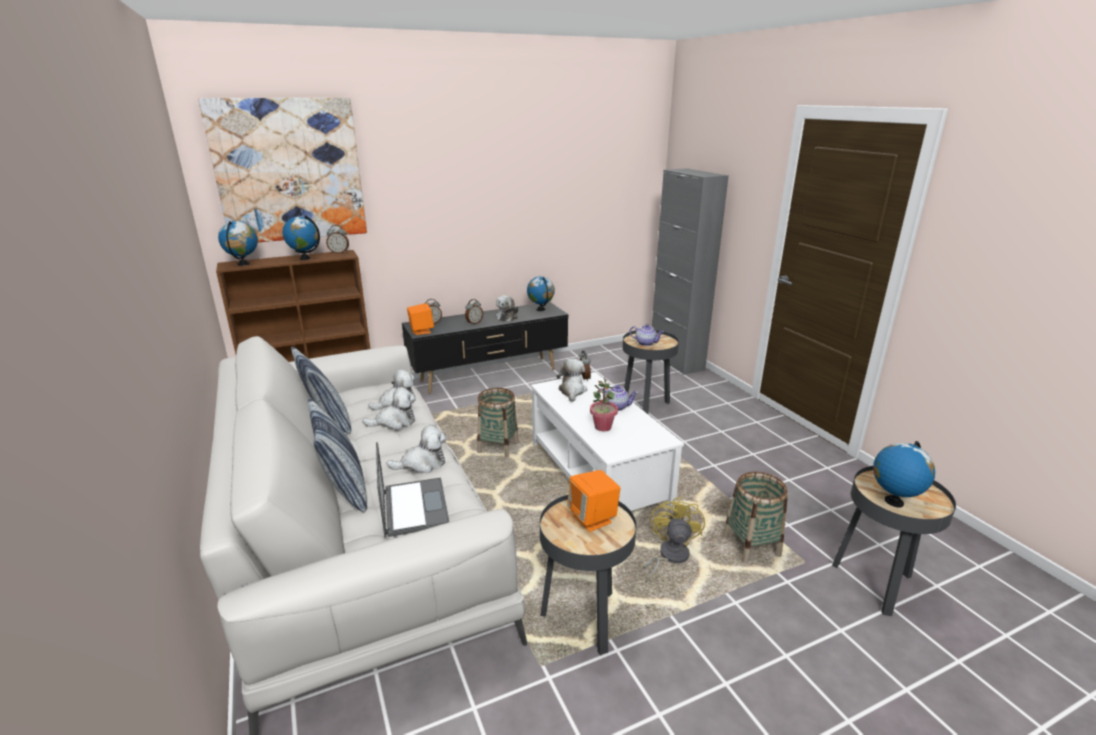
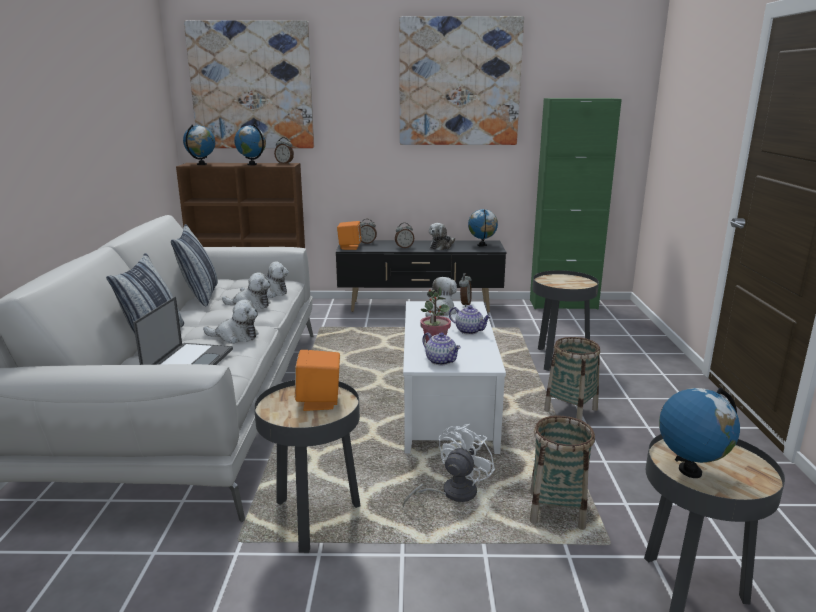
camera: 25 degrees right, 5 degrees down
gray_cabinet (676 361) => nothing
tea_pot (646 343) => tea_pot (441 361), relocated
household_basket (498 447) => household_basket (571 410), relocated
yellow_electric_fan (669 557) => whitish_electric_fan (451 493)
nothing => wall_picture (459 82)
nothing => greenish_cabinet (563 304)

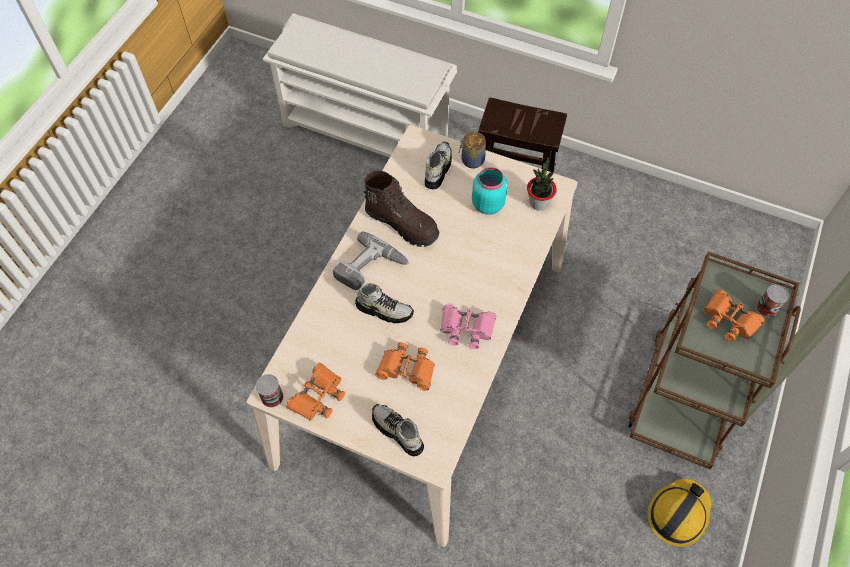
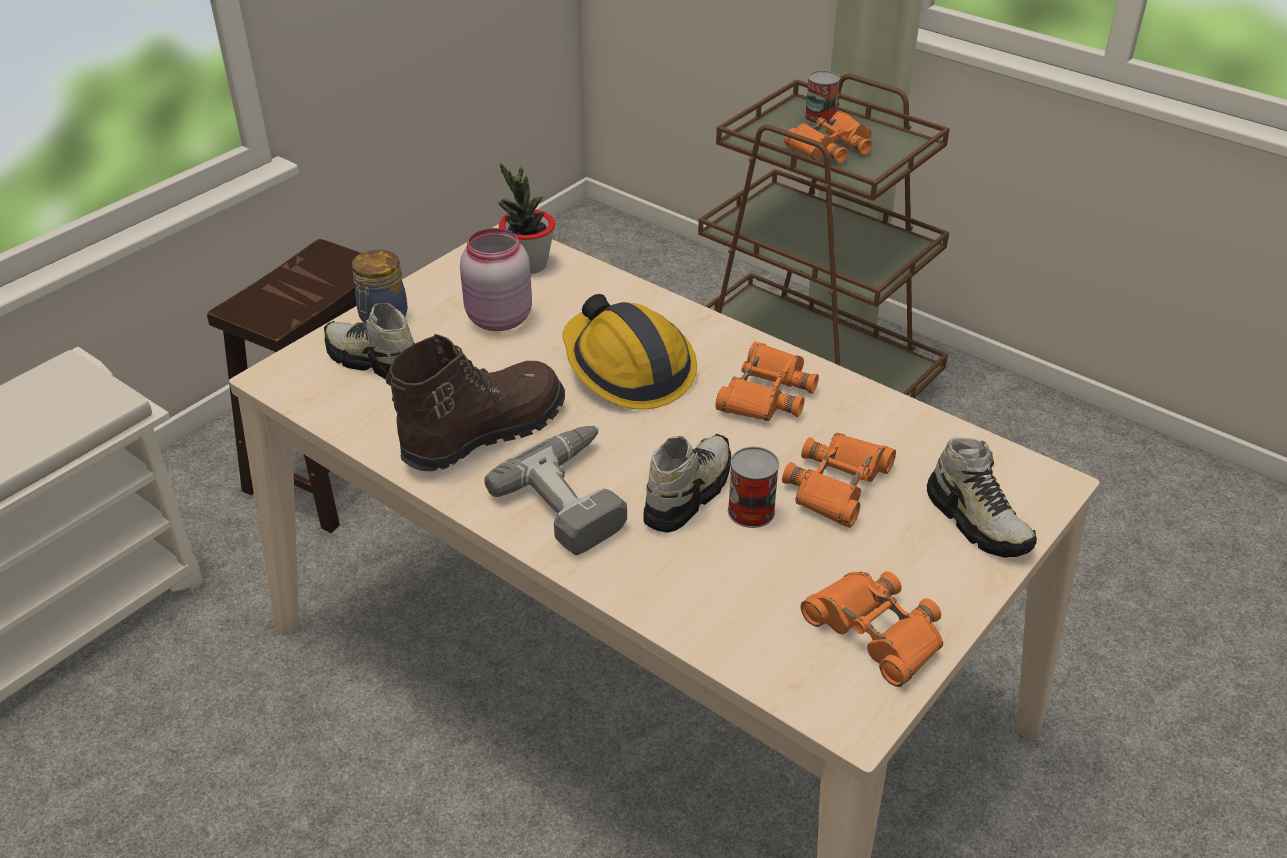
camera: 75 degrees left, 20 degrees down
blue-green_storage_jar (487 204) => pink_storage_jar (497 319)
pink_field_glasses (466 328) => orangey_field_glasses (766 393)
can (272 397) => can (751 511), relocated
low_shoe (397 432) => low_shoe (978 522), 90 degrees counterclockwise
safety_helmet (677 514) => safety_helmet (627 368), relocated

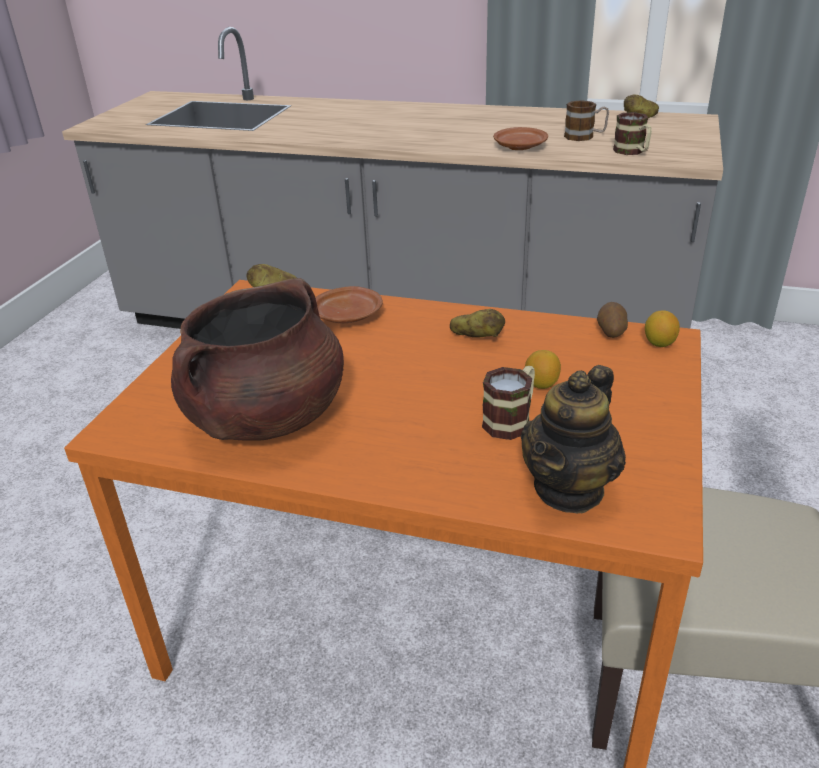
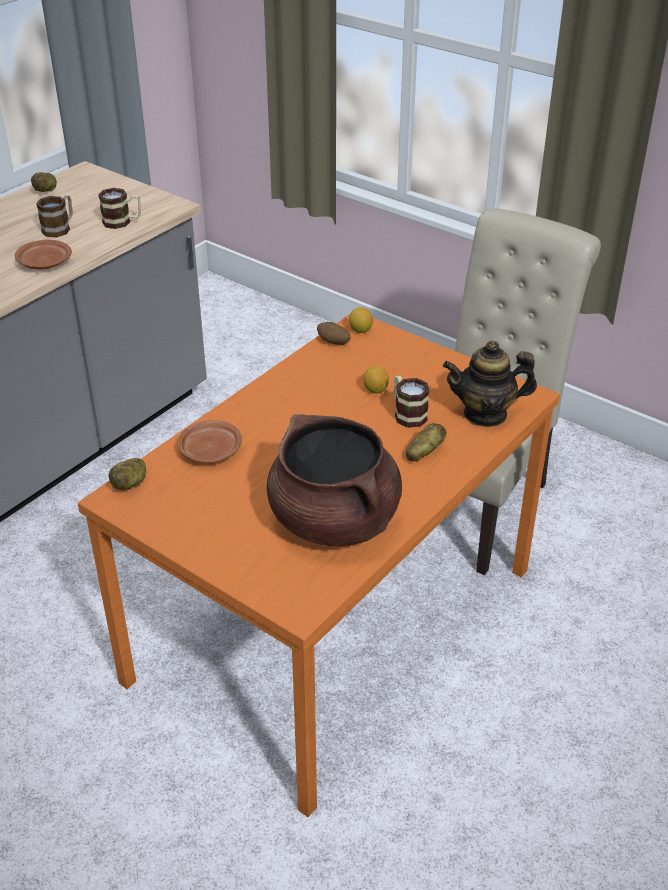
camera: 70 degrees left, 5 degrees up
spud (477 337) => spud (424 453), relocated
tea_pot (569 489) => tea_pot (485 414), 120 degrees clockwise

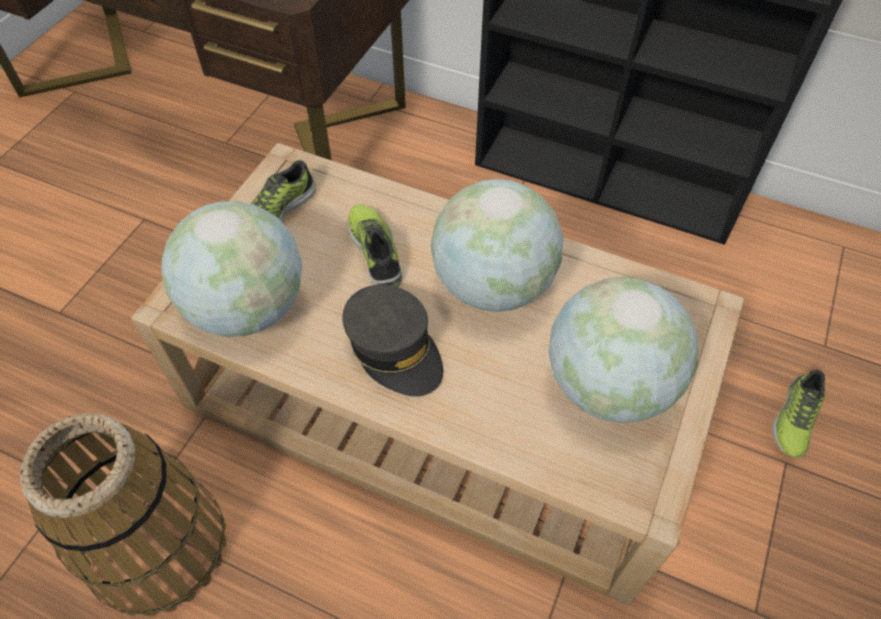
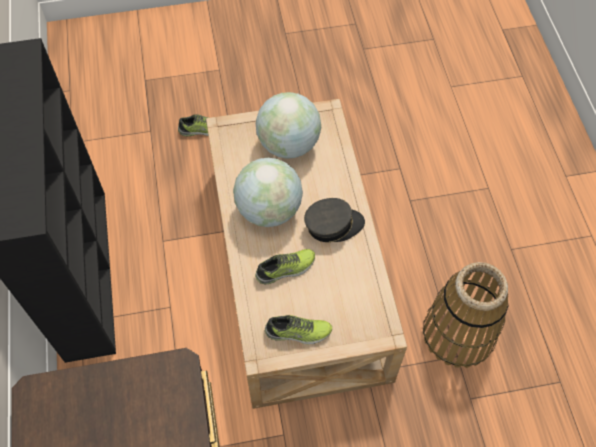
camera: 125 degrees left, 5 degrees up
world_globe (248 308) => nothing
low_shoe (376 252) => low_shoe (286 269), 150 degrees counterclockwise
gray_cap (395 349) => gray_cap (333 225), 60 degrees clockwise

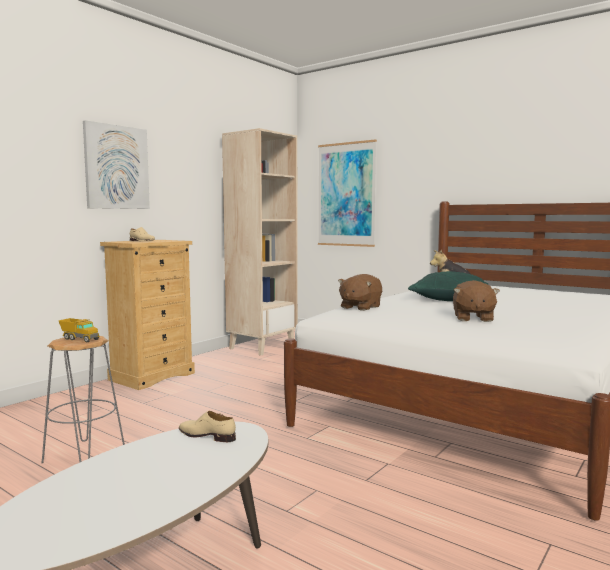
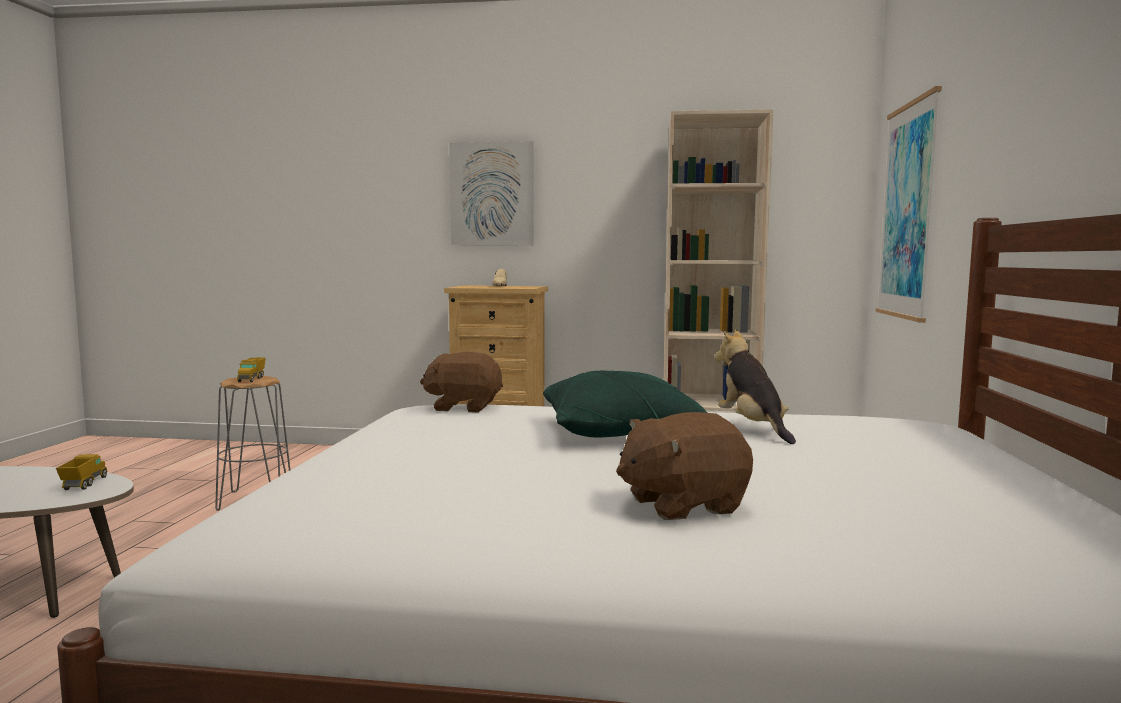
camera: 60 degrees right, 0 degrees up
brown-coloured_cuddly_toy (472 318) => brown-coloured_cuddly_toy (682 504), relocated
beige-coloured_low_shoe (207 436) => model_truck (84 484)

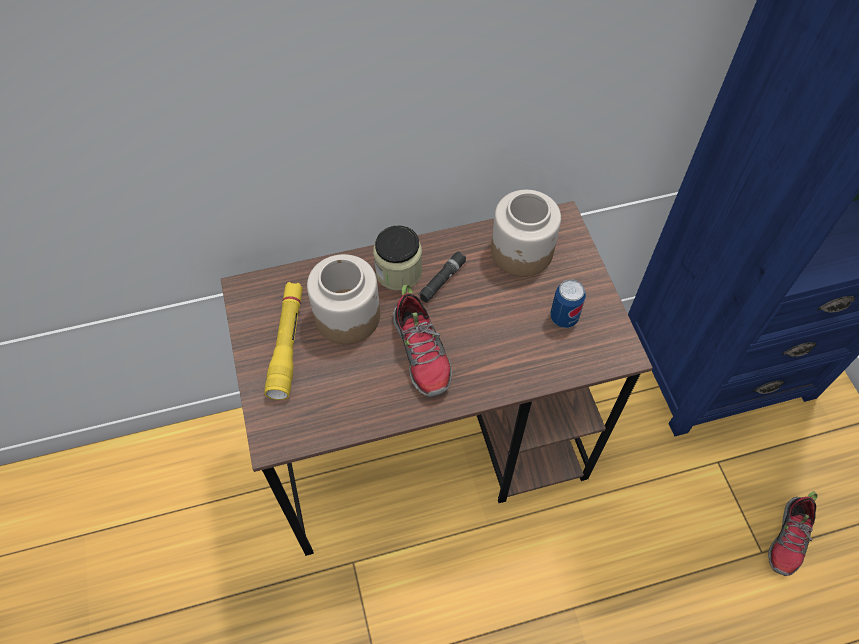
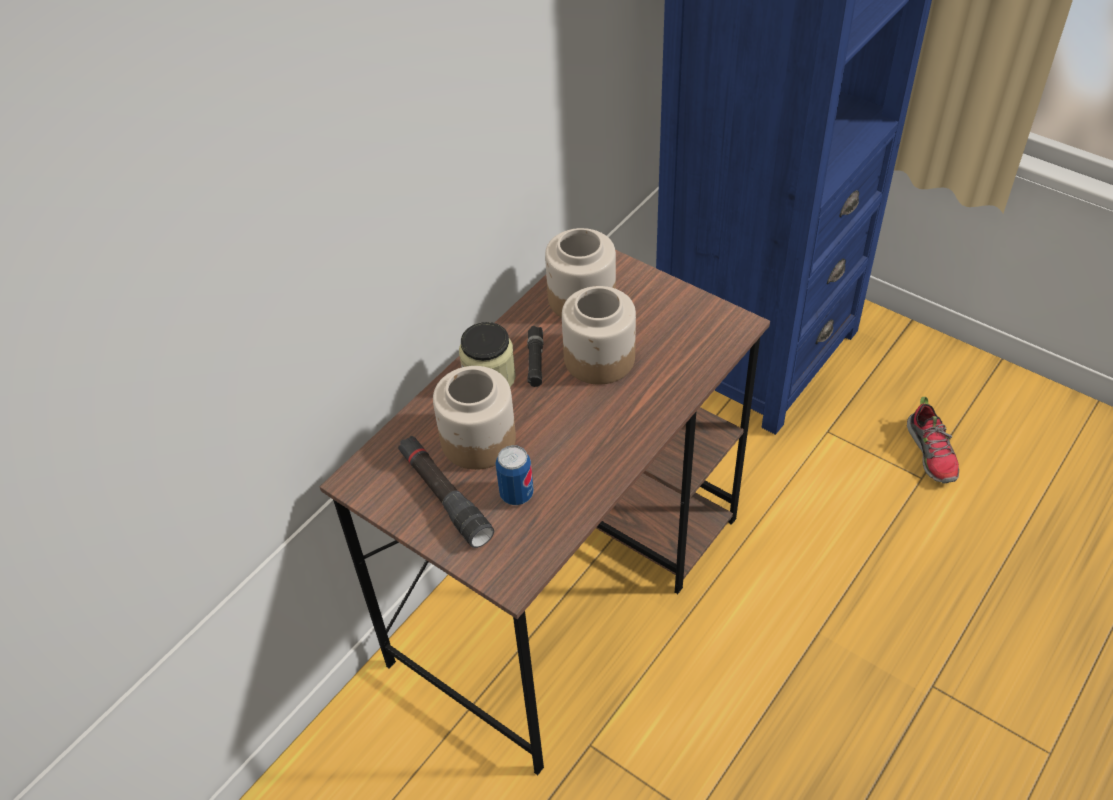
camera: 35 degrees left, 10 degrees down
can (564 317) => can (516 494), relocated
yellow_hand_torch (287 344) => black_hand_torch (445 497)
low_shoe (422 352) => nothing
nothing => storage_jar (600 358)

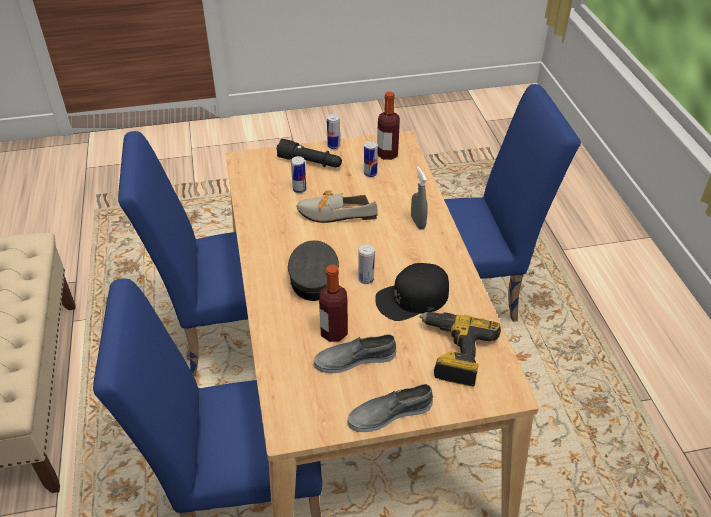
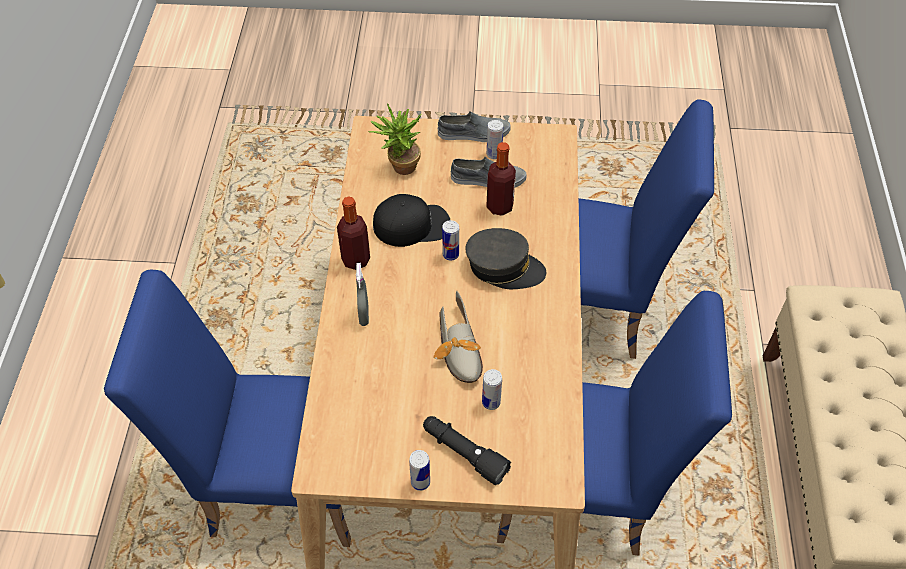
camera: 165 degrees left, 10 degrees up
beverage_bottle (387 154) => beverage_bottle (356 260), relocated
can (370 173) => can (494 154), relocated
low_shoe (332 214) => low_shoe (460 351), 60 degrees clockwise
gray_cap (314 278) => gray_cap (504 267), 90 degrees counterclockwise
electric_drill (453 353) => potted_plant (399 167)

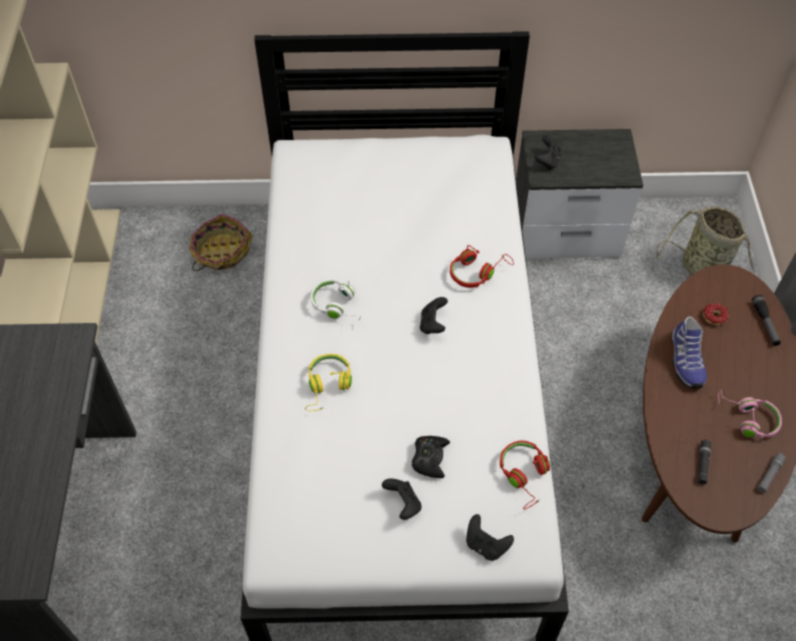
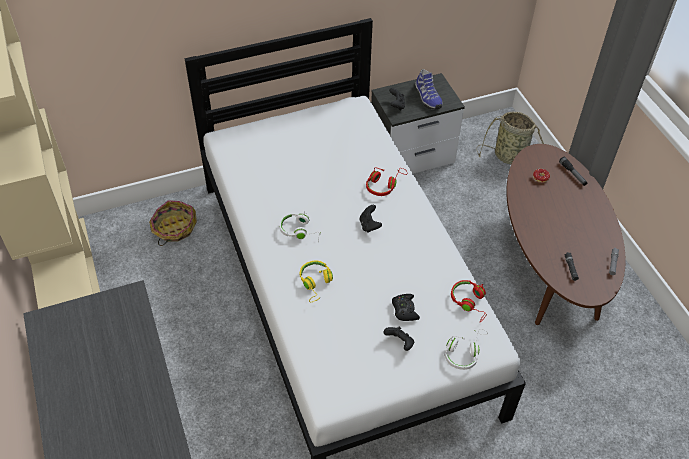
camera: 20 degrees left, 5 degrees down
low_shoe (684 360) => low_shoe (427 97), relocated
pink_pair_of_headphones (747 419) => nothing
black_joypad (486 545) => whitish_pair_of_headphones (464 352)

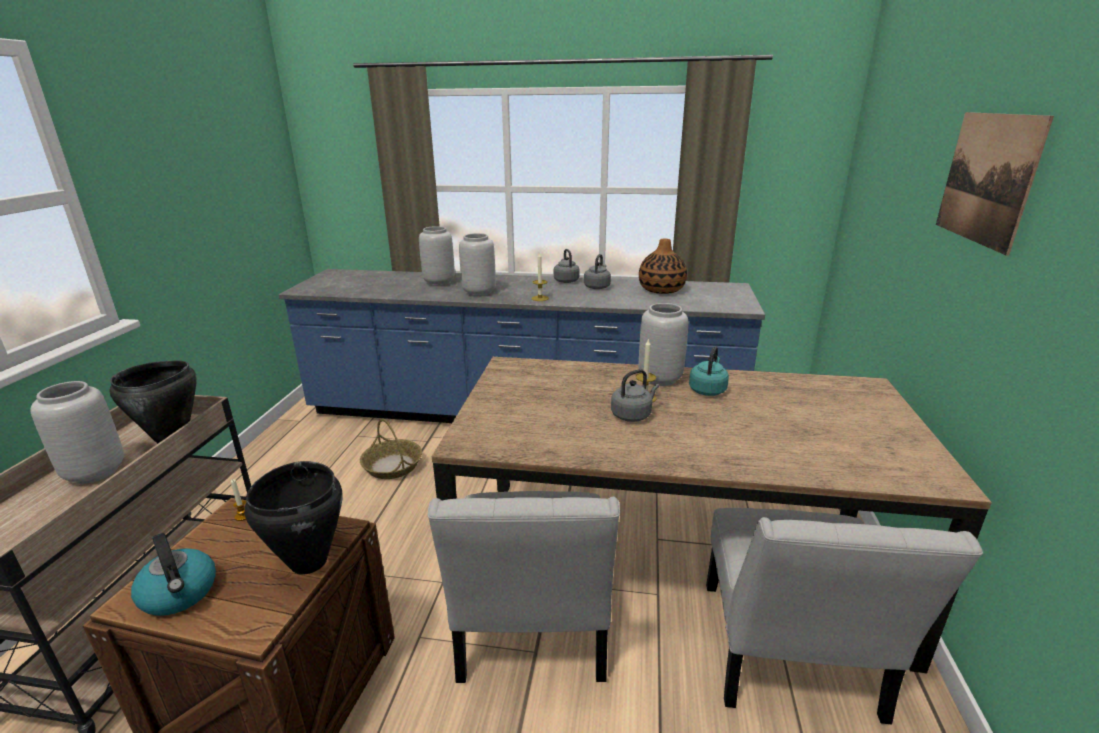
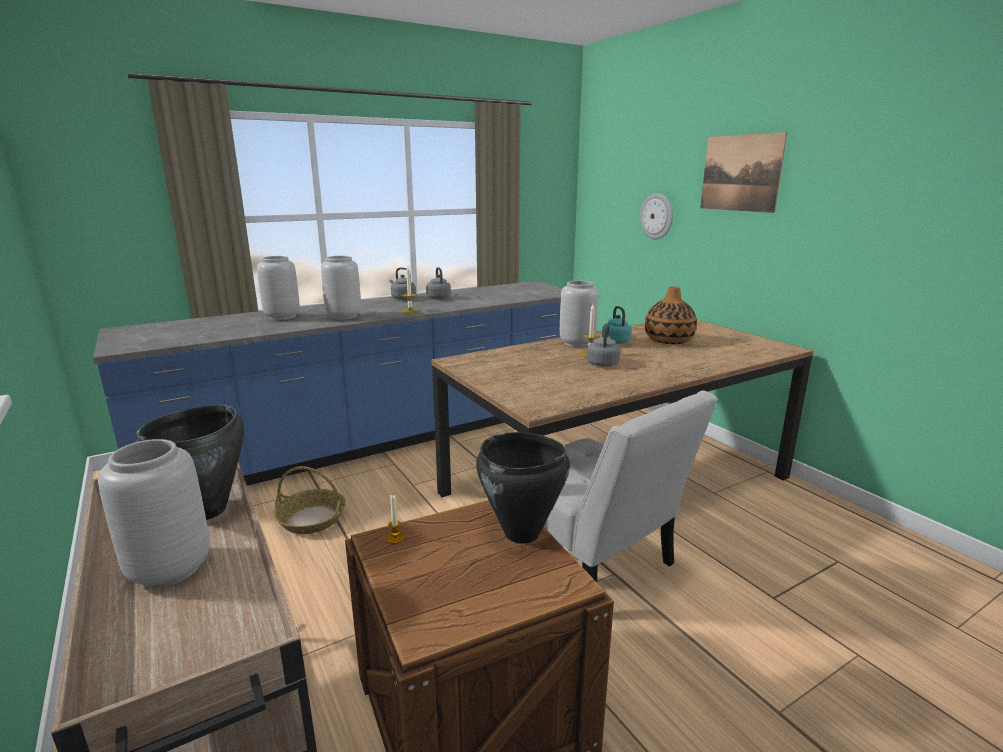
camera: 40 degrees left, 5 degrees down
flower_vase (661 290) => flower_vase (669 340), relocated
whitish_plain_chair (788 658) => nothing
water_kettle (180 594) => nothing
nothing => wall_clock (657 216)

